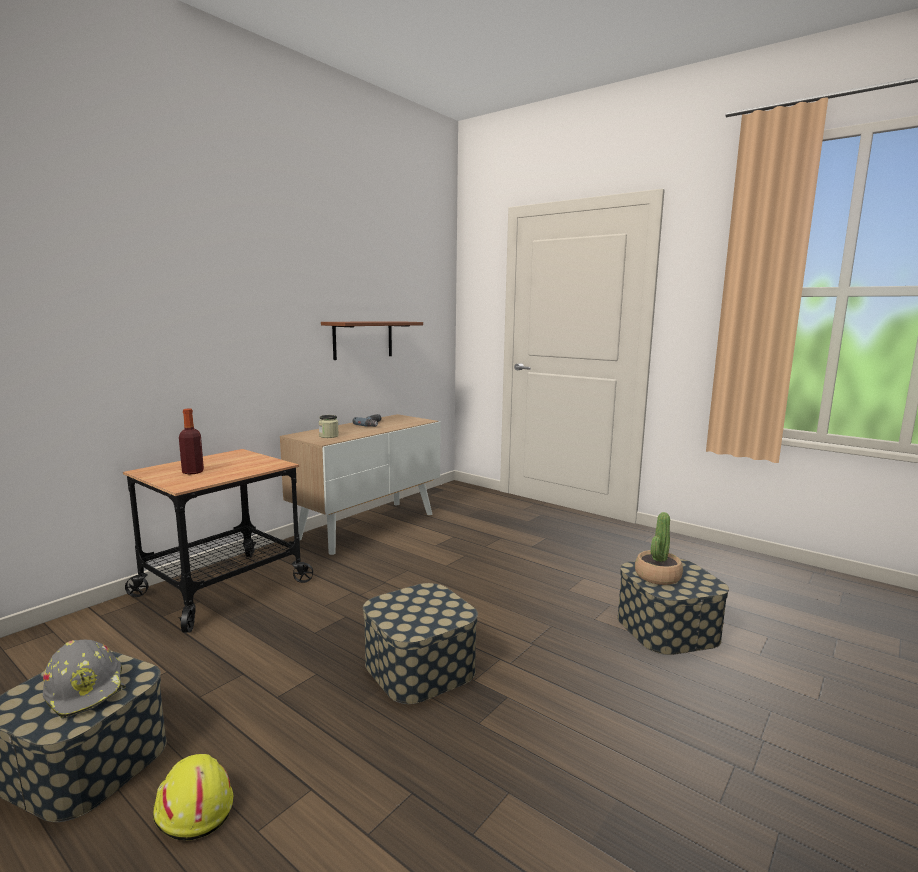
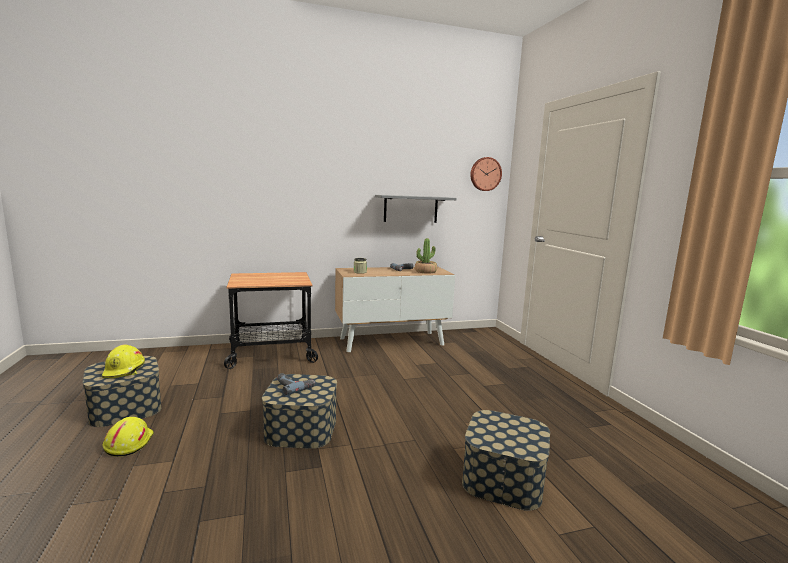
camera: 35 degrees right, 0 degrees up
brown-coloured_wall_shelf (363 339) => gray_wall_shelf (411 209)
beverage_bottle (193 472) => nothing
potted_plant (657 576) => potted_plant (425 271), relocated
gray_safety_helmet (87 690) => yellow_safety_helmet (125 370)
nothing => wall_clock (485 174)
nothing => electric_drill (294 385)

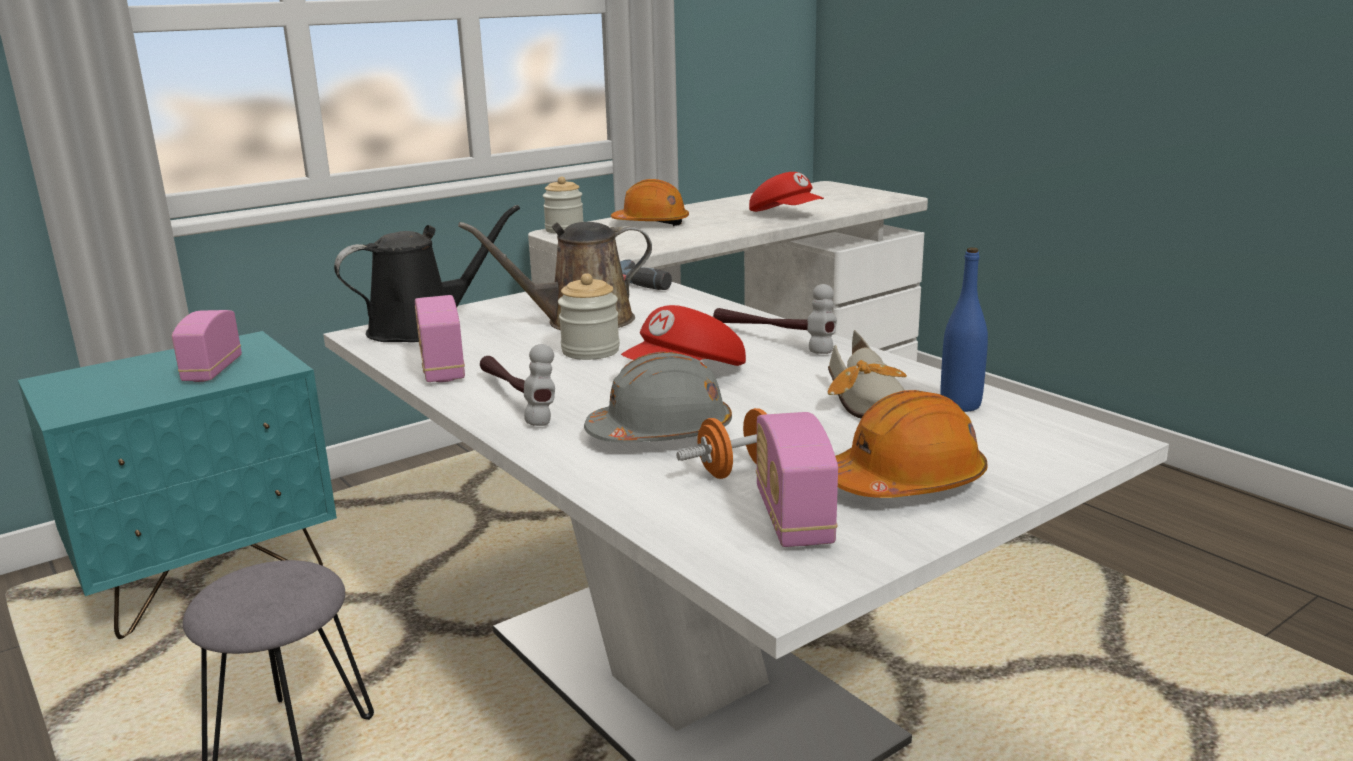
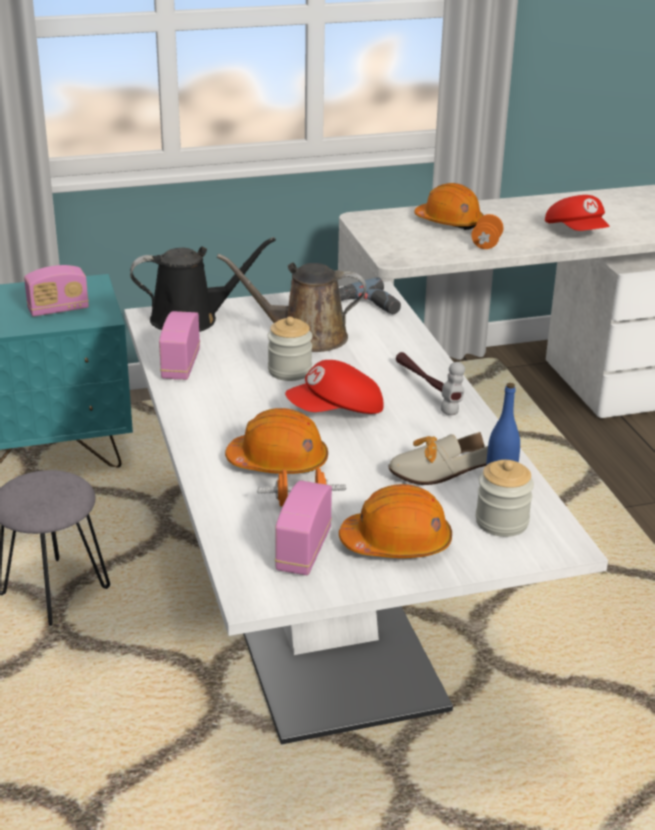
camera: 20 degrees right, 10 degrees up
storage_jar (564 230) => storage_jar (501 522), relocated
radio_set (212 370) => radio_set (58 310), 135 degrees counterclockwise
low_shoe (869 403) => low_shoe (437 471), 60 degrees clockwise
tool_hammer (516 400) => nothing
gray_safety_helmet (661 433) => orangey_safety_helmet (278 462)
nothing => orangey_free_weight (486 244)

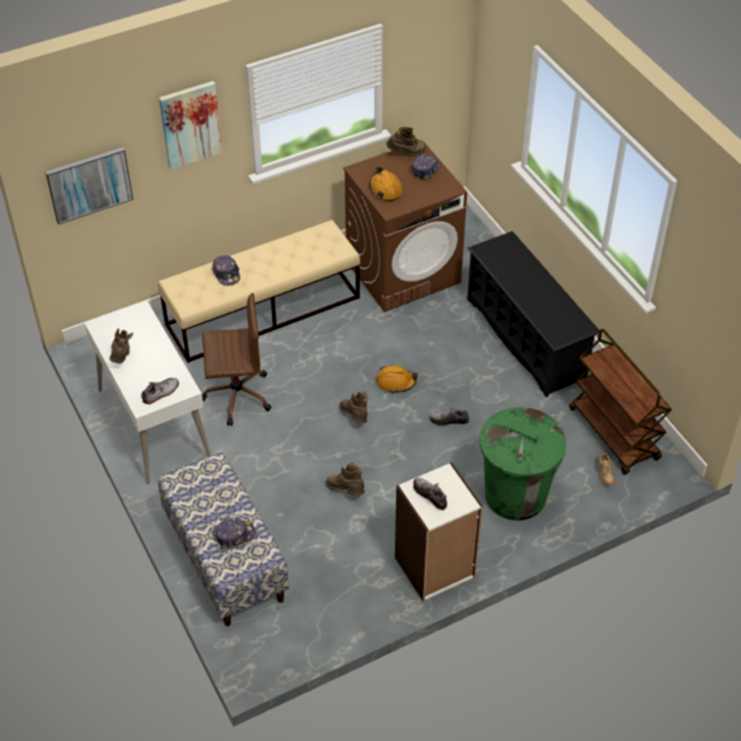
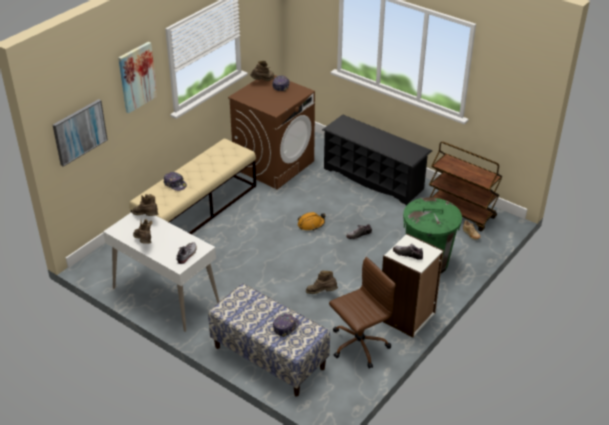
camera: 25 degrees left, 10 degrees down
orangey_safety_helmet (385 189) => nothing
brown-coloured_desk_chair (236 395) => brown-coloured_desk_chair (358 345), relocated
brown-coloured_high-top_boot (355 417) => brown-coloured_high-top_boot (146 217), relocated

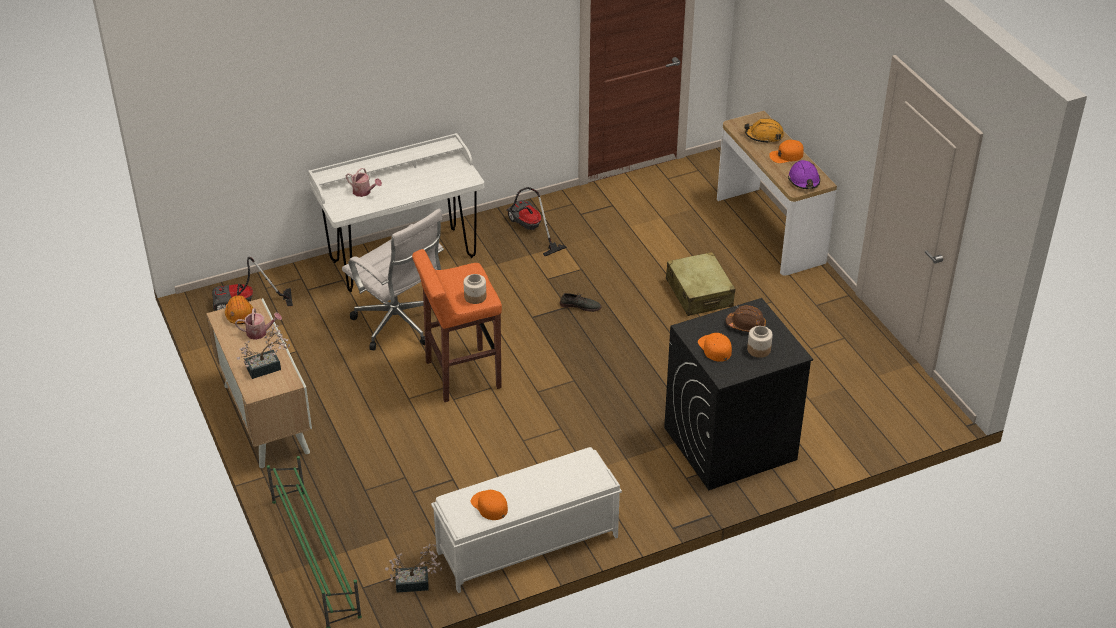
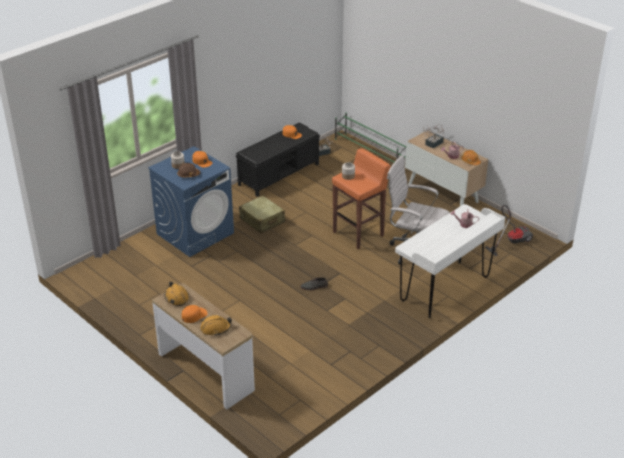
camera: 160 degrees right, 5 degrees down
purple-coloured_safety_helmet (804 180) => orangey_safety_helmet (176 297)
hoover (529 229) => nothing
beige-coloured_piece_of_luggage (699 293) => beige-coloured_piece_of_luggage (262 220), relocated
black_laundry_machine (729 444) => bluish_laundry_machine (195 233)
whitish_long_seat (526 545) => black_long_seat (279 174)

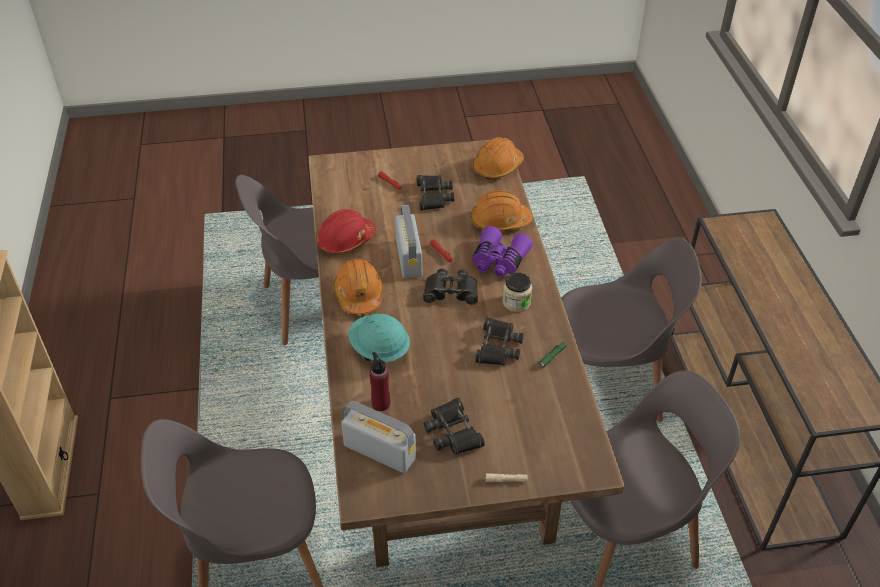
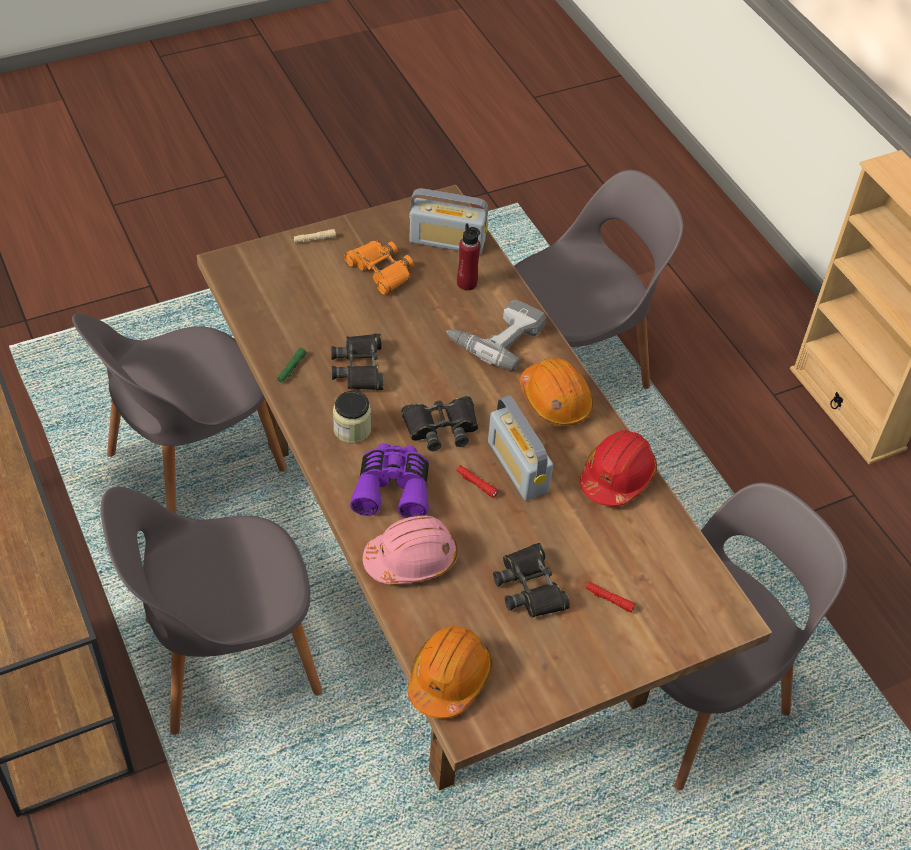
camera: 160 degrees right, 5 degrees up
orangey_safety_helmet (499 221) => pink_safety_helmet (411 559)
blue-green_safety_helmet (379 350) => electric_drill (496 337)
black_field_glasses (453 432) => orangey_field_glasses (380 270)

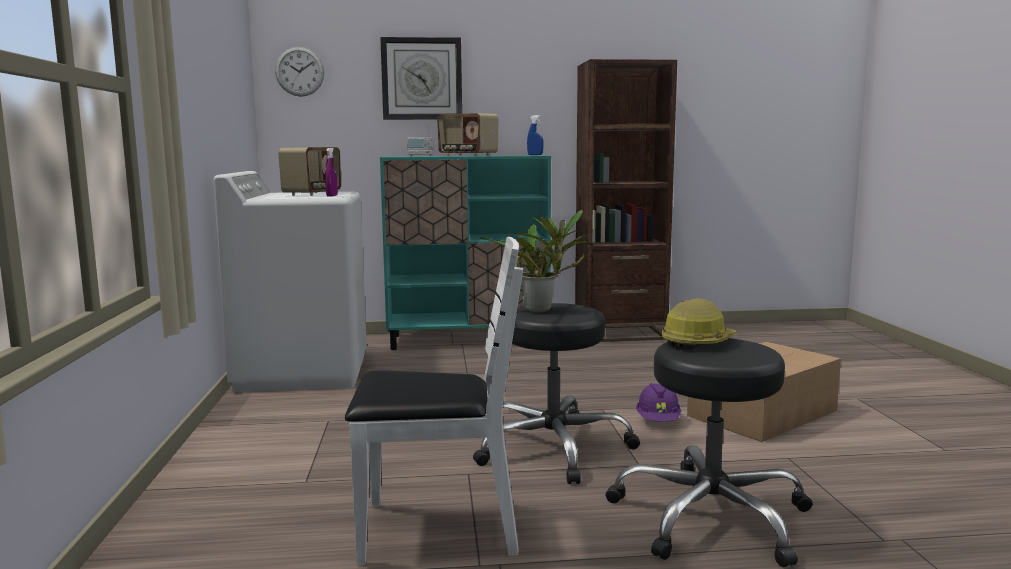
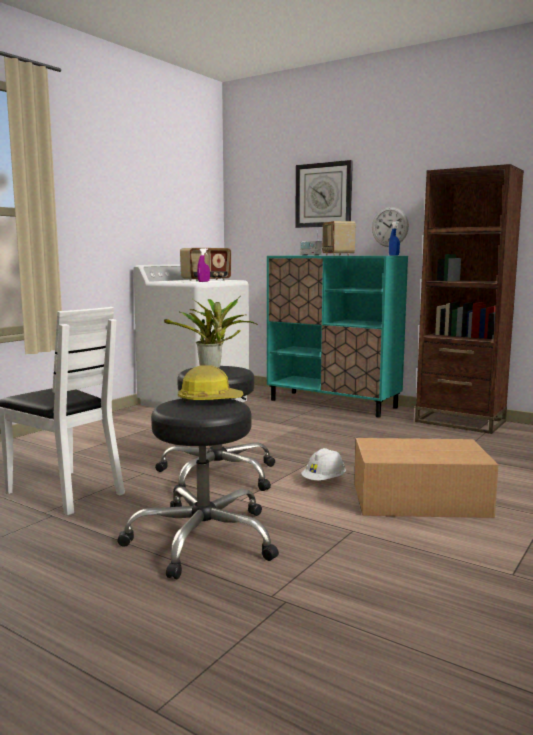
camera: 40 degrees right, 0 degrees up
wall_clock (299 71) => wall_clock (390 226), relocated
purple-coloured_safety_helmet (658 421) => whitish_safety_helmet (324 481)

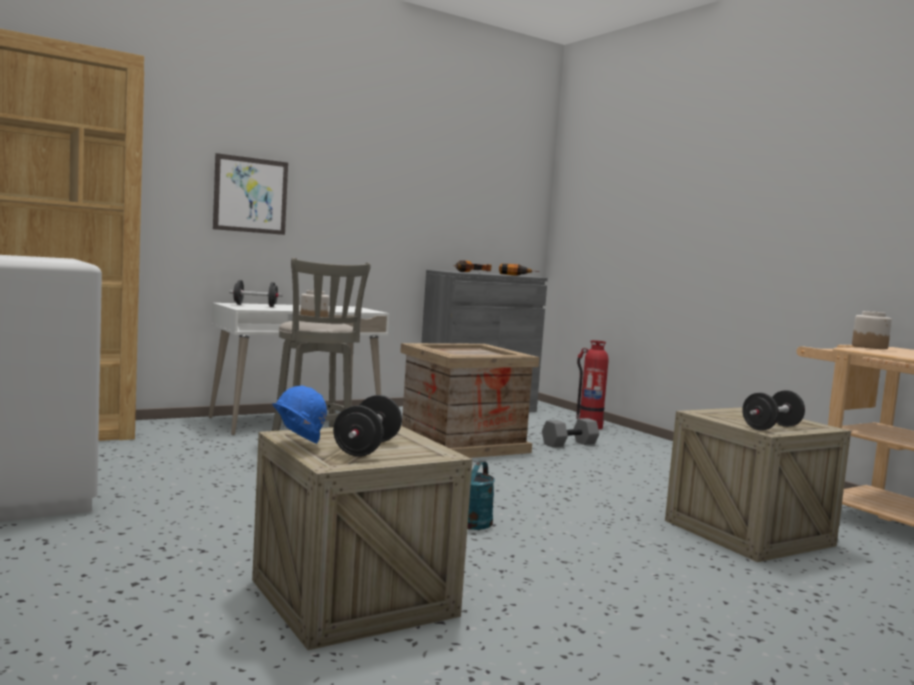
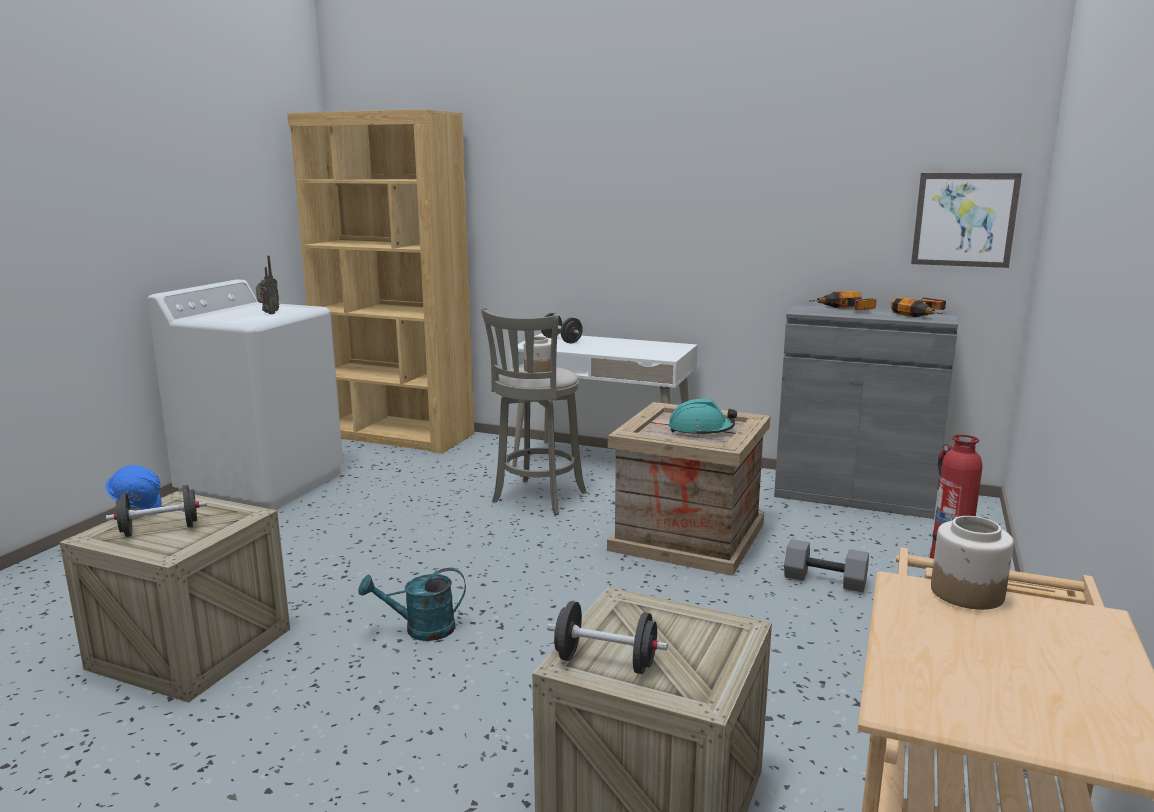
camera: 55 degrees right, 10 degrees up
wall_picture (250 195) => wall_picture (964 220), relocated
nothing => radio_set (268 313)
nothing => blue-green_safety_helmet (700 430)

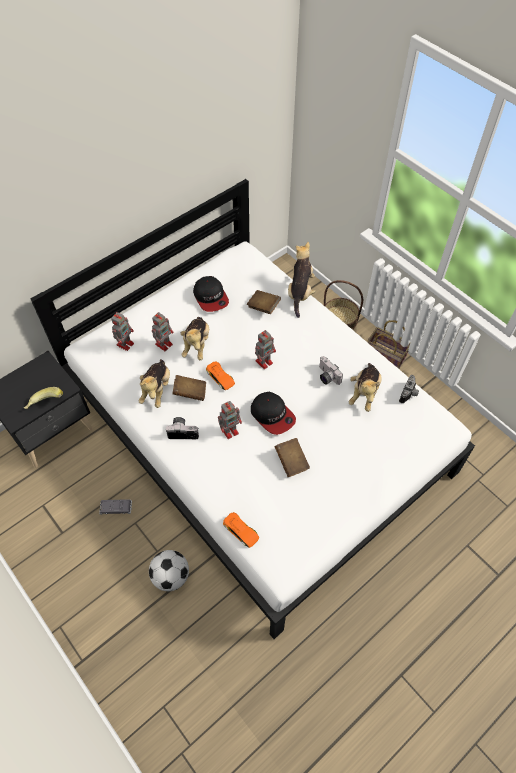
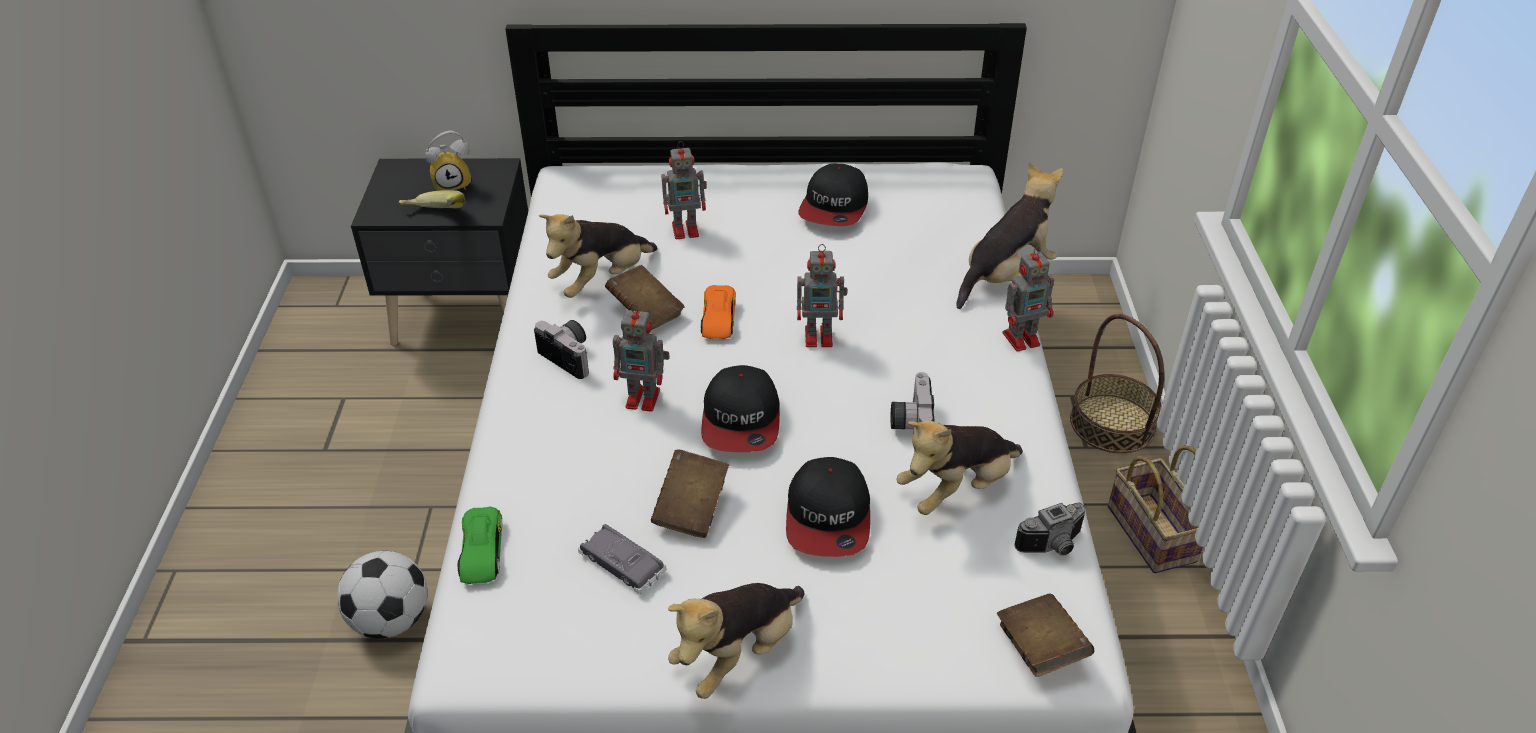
camera: 40 degrees right, 15 degrees down
brown-coloured_volume (263 307) => brown-coloured_volume (1040 648), relocated
model_robot (125 343) => model_robot (1022 338), relocated
cuddly_toy (197 344) => cuddly_toy (737 653), relocated
gray_miniature_car (116 508) => gray_miniature_car (622 563), relocated
orangey_miniature_car (241 531) => greenish_miniature_car (481 551)
nothing => table_clock (453 184)
nothing => cap (828 517)

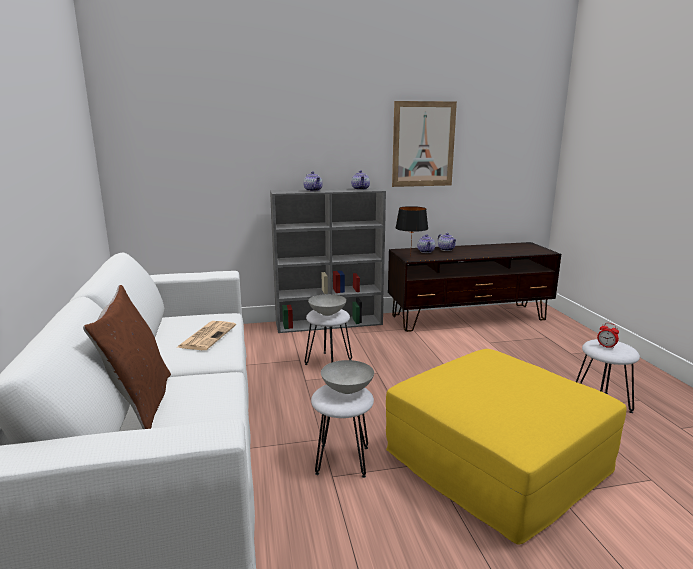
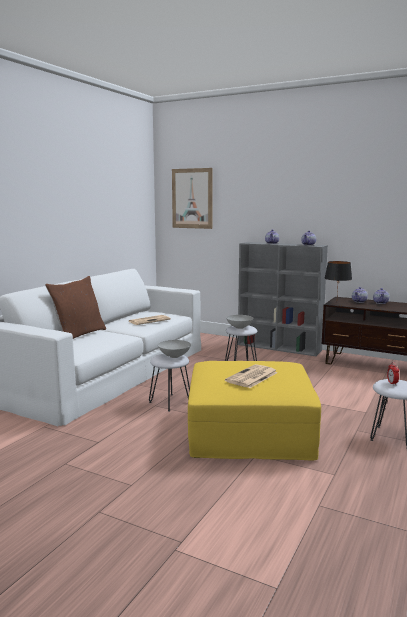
camera: 40 degrees right, 5 degrees down
wall_picture (423 144) => wall_picture (192 198), relocated
nothing => daily_paper (252 377)

